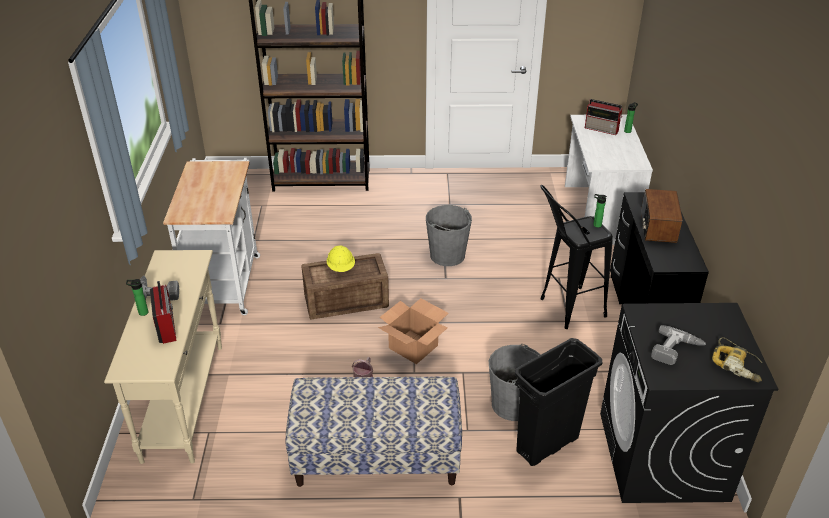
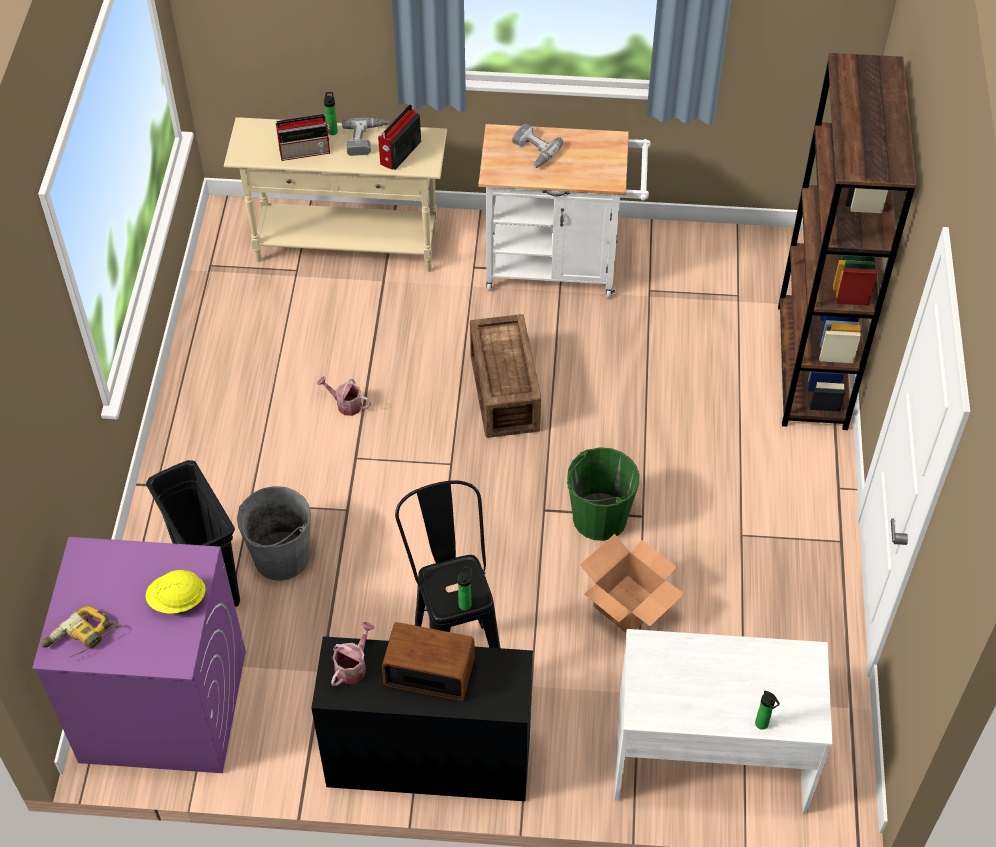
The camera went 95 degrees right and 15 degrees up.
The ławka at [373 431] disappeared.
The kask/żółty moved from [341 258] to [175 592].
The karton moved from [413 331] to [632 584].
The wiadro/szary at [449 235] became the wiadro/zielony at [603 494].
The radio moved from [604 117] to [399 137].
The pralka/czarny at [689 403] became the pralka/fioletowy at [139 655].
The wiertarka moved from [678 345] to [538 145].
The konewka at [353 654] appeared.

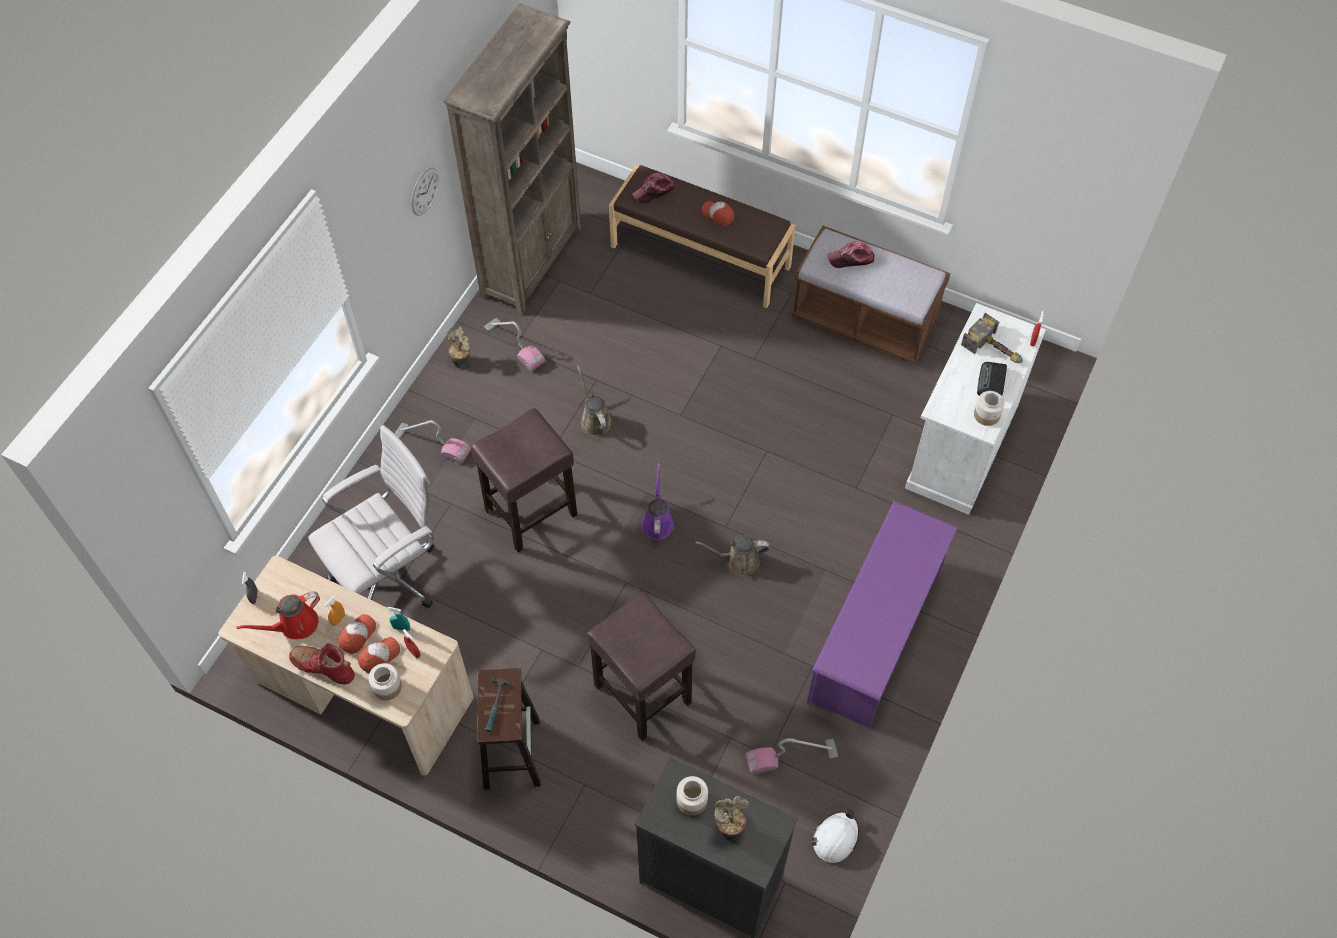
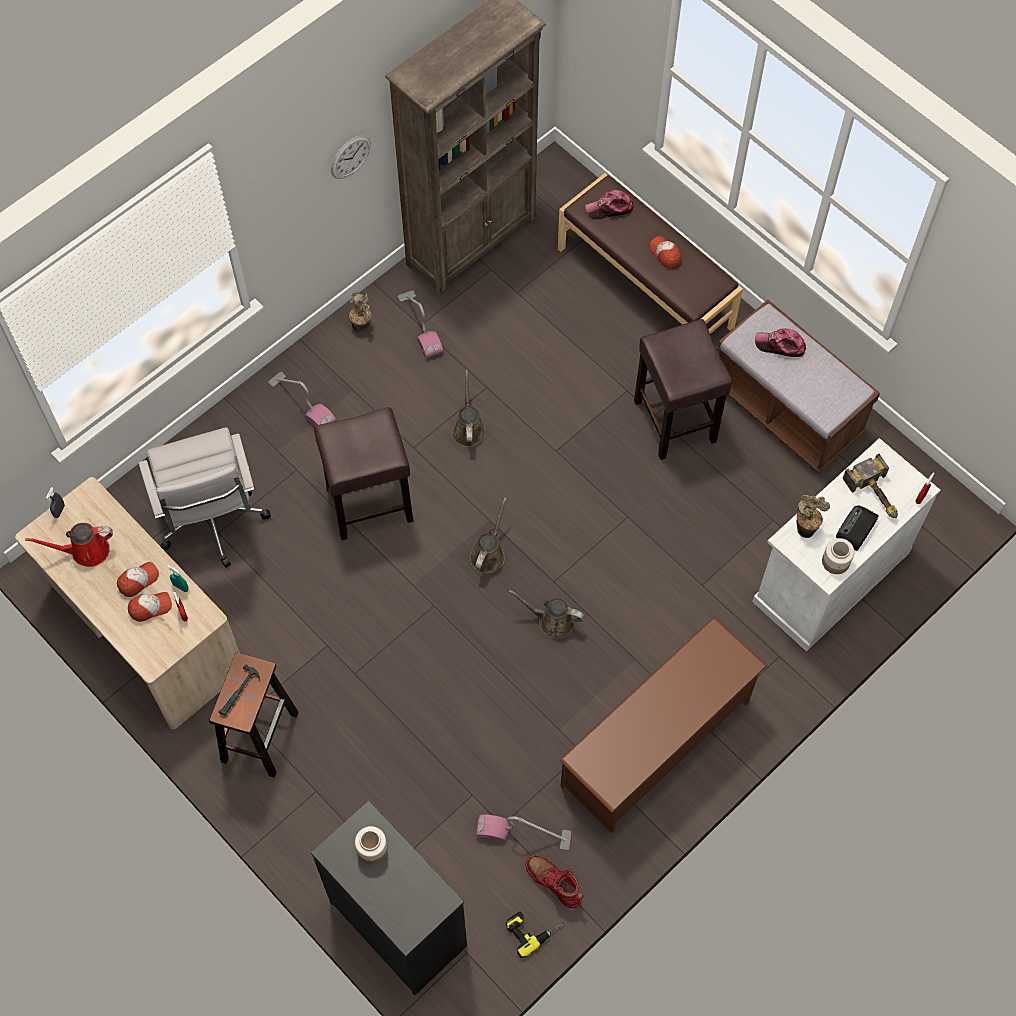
The camera went 20 degrees right and 5 degrees up.
The but z cholewką/czerwony moved from [322 664] to [554 882].
The krzesło biurowe/biały at [371 516] turned 90 degrees clockwise.
The spryskiwacz/pomarańczowy at [335 611] disappeared.
The słoik at [385 681] disappeared.
The stołek/brązowy moved from [641 666] to [683 389].
The konewka/fioletowy at [657 501] became the konewka/brązowy at [488 535].
The roślina doniczkowa moved from [731 818] to [813 516].
The regał na buty/fioletowy at [882 614] became the regał na buty/brązowy at [663 725].
The kask/biały at [835 836] was replaced by the wiertarka at [535 934].

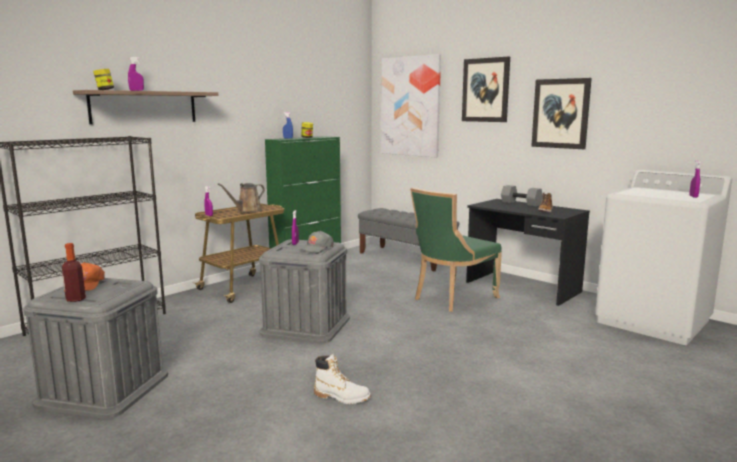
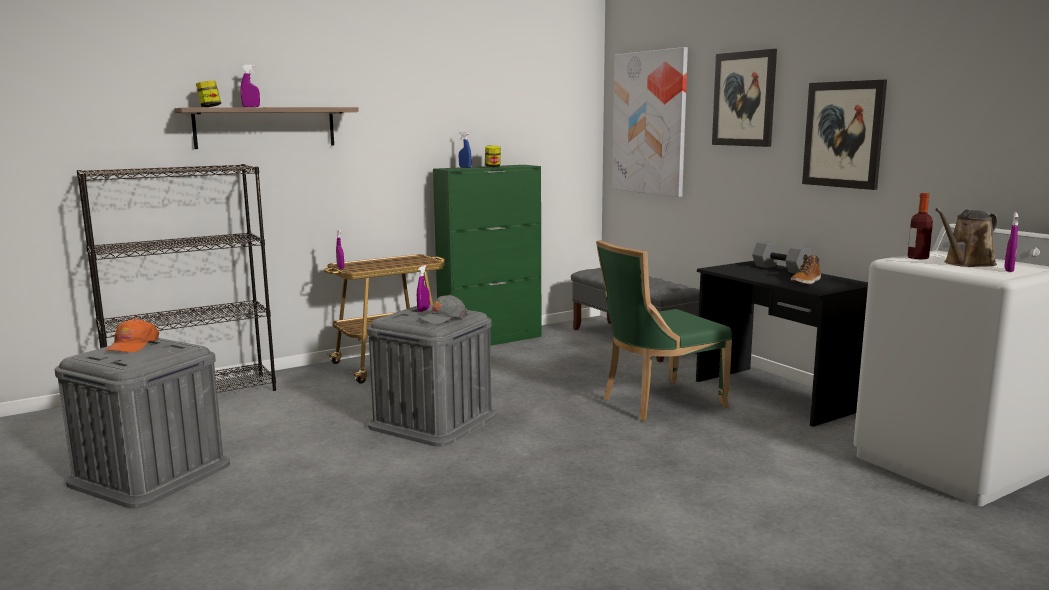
The camera went 15 degrees right and 0 degrees up.
The butelka moved from [74 272] to [920 226].
The konewka/brązowy moved from [241 198] to [966 237].
The but z cholewką/biały at [342 379] disappeared.

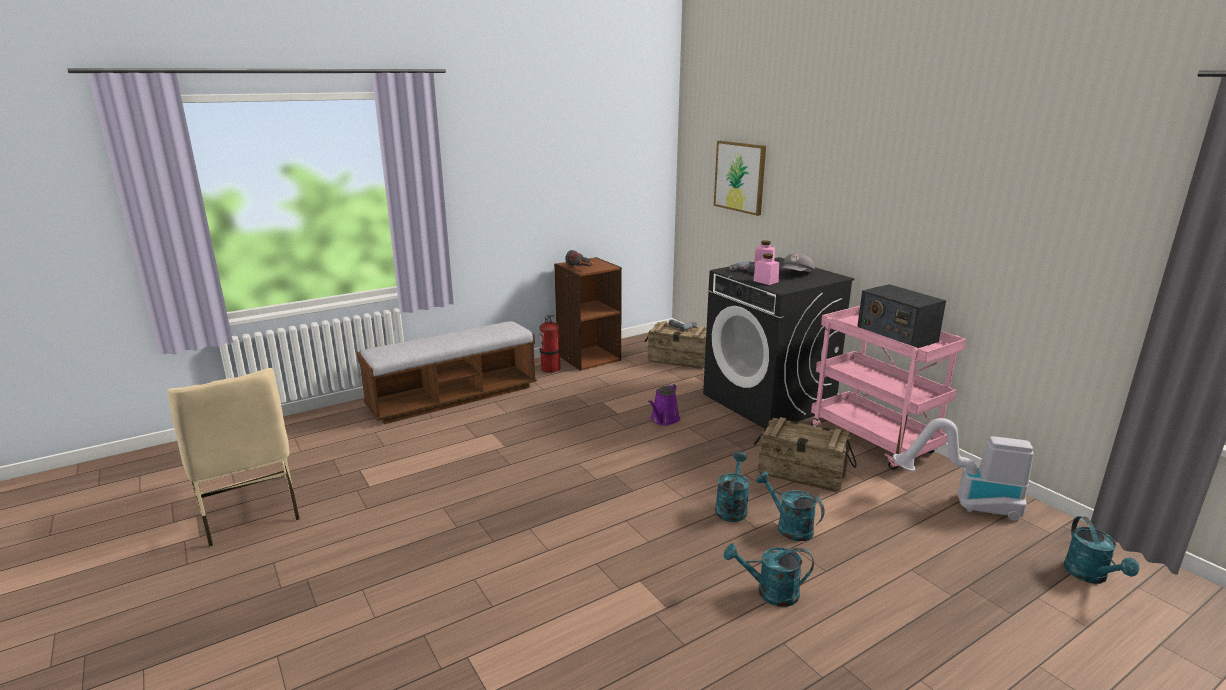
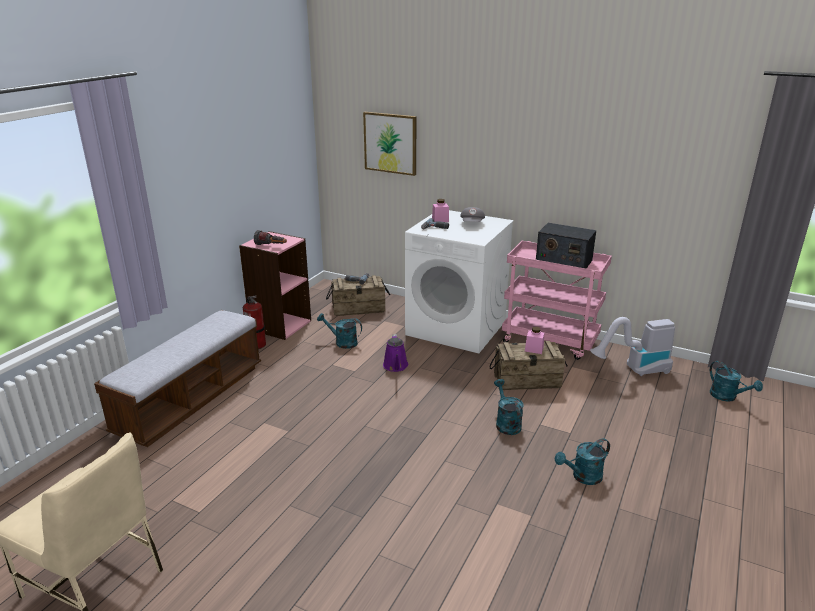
The camera went 30 degrees left and 5 degrees up.
The regał/brązowy at [588 314] became the regał/różowy at [275 285].
The pralka/czarny at [779 343] became the pralka/biały at [459 282].
The słoik/różowy moved from [766 269] to [534 340].
The konewka/turkusowy moved from [790 506] to [339 331].

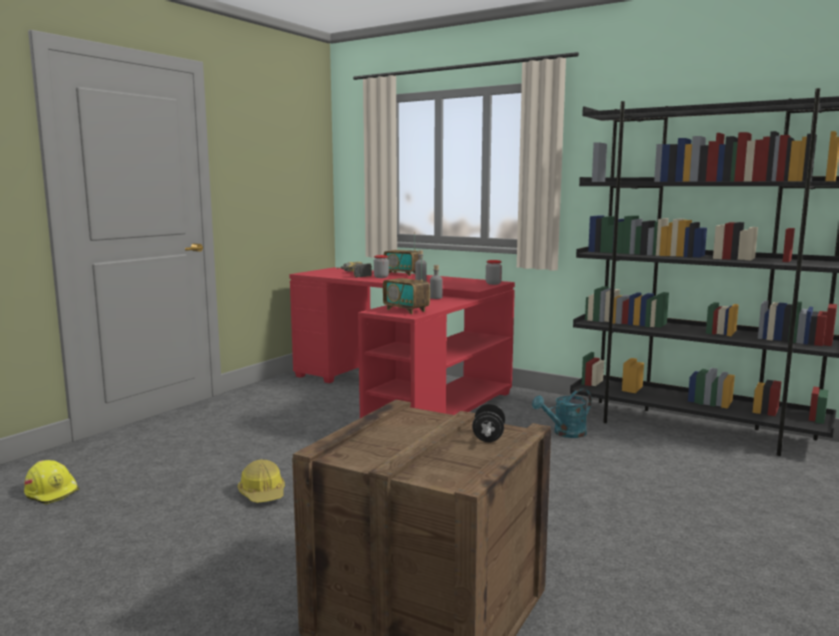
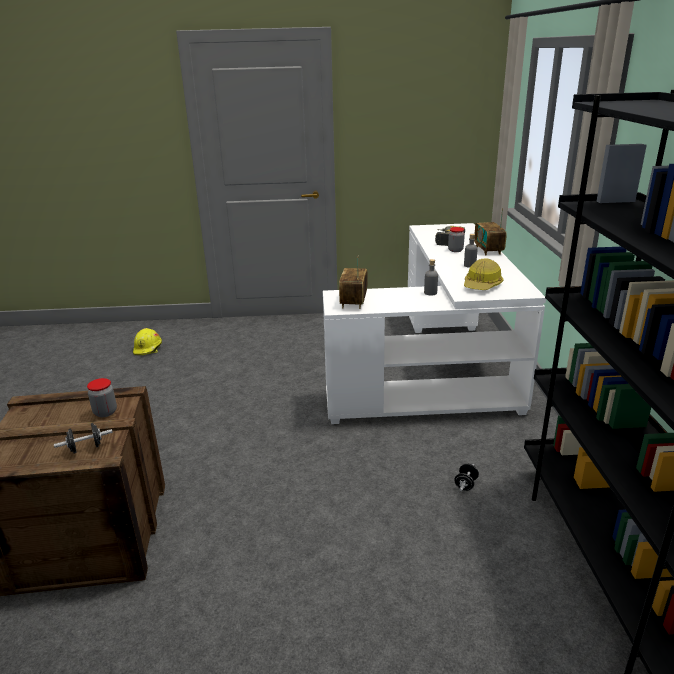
The camera went 55 degrees right and 15 degrees up.
The kask moved from [261 481] to [484 274].
The biurko/czerwony at [402 342] became the biurko/biały at [434 323].
The słoik moved from [494 272] to [102 397].
The konewka/turkusowy at [562 413] was replaced by the hantel/czarny at [466 477].

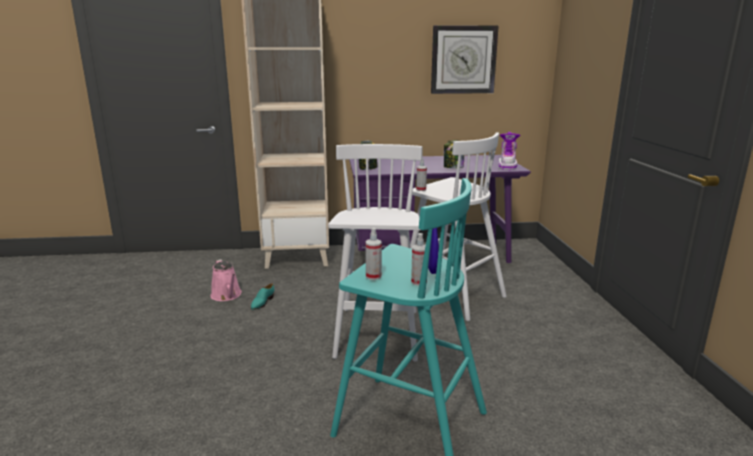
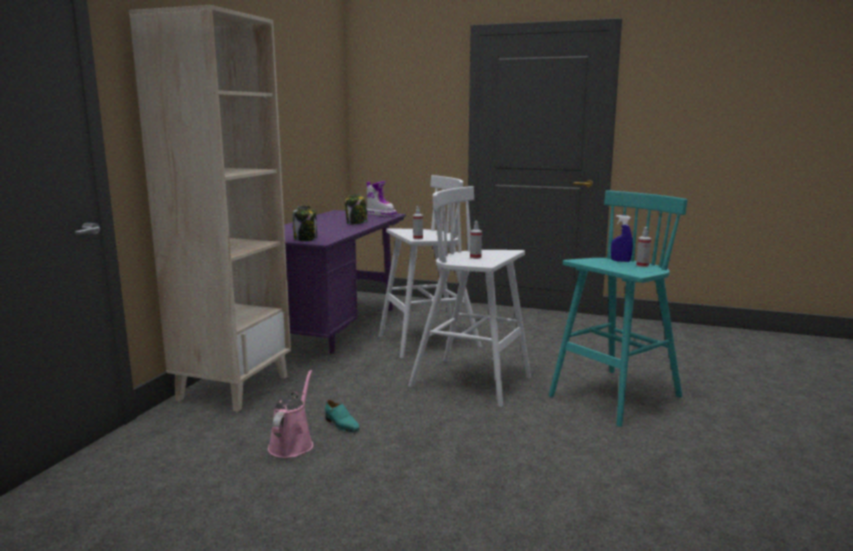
The camera went 65 degrees left and 5 degrees down.
The konewka/różowy at [226 280] turned 75 degrees counterclockwise.
The spryskiwacz moved from [373 253] to [476 240].
The zegar ścienny at [465 59] disappeared.

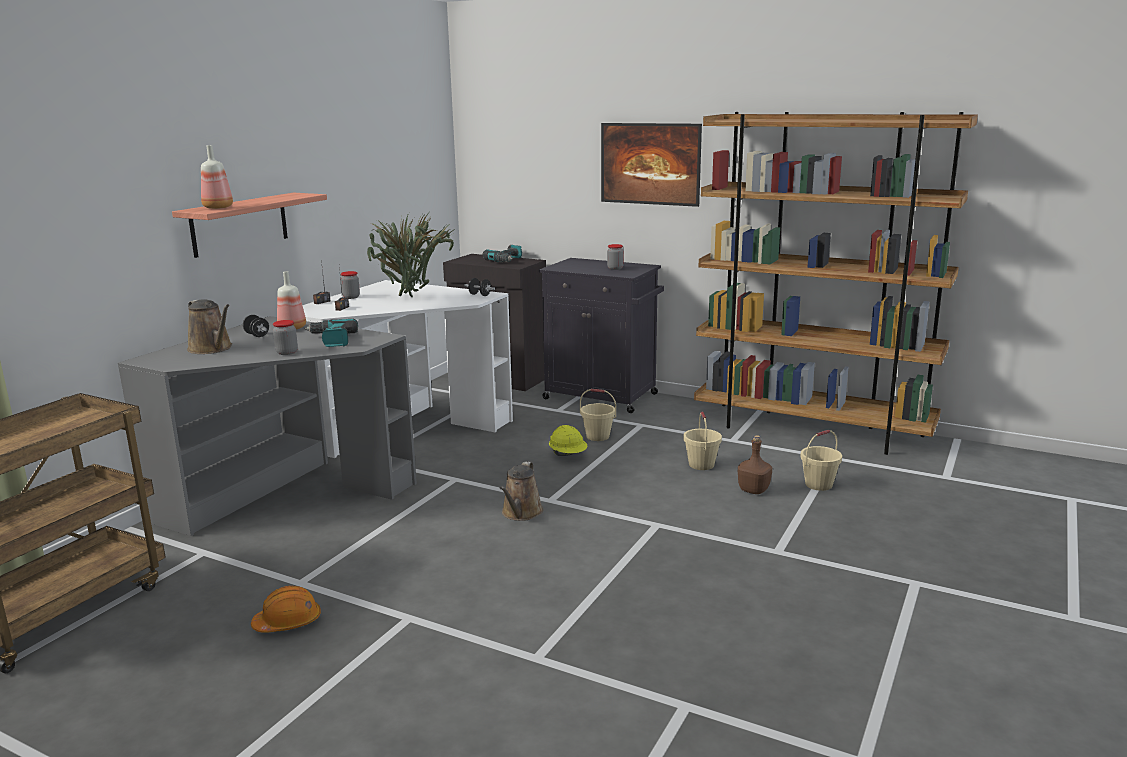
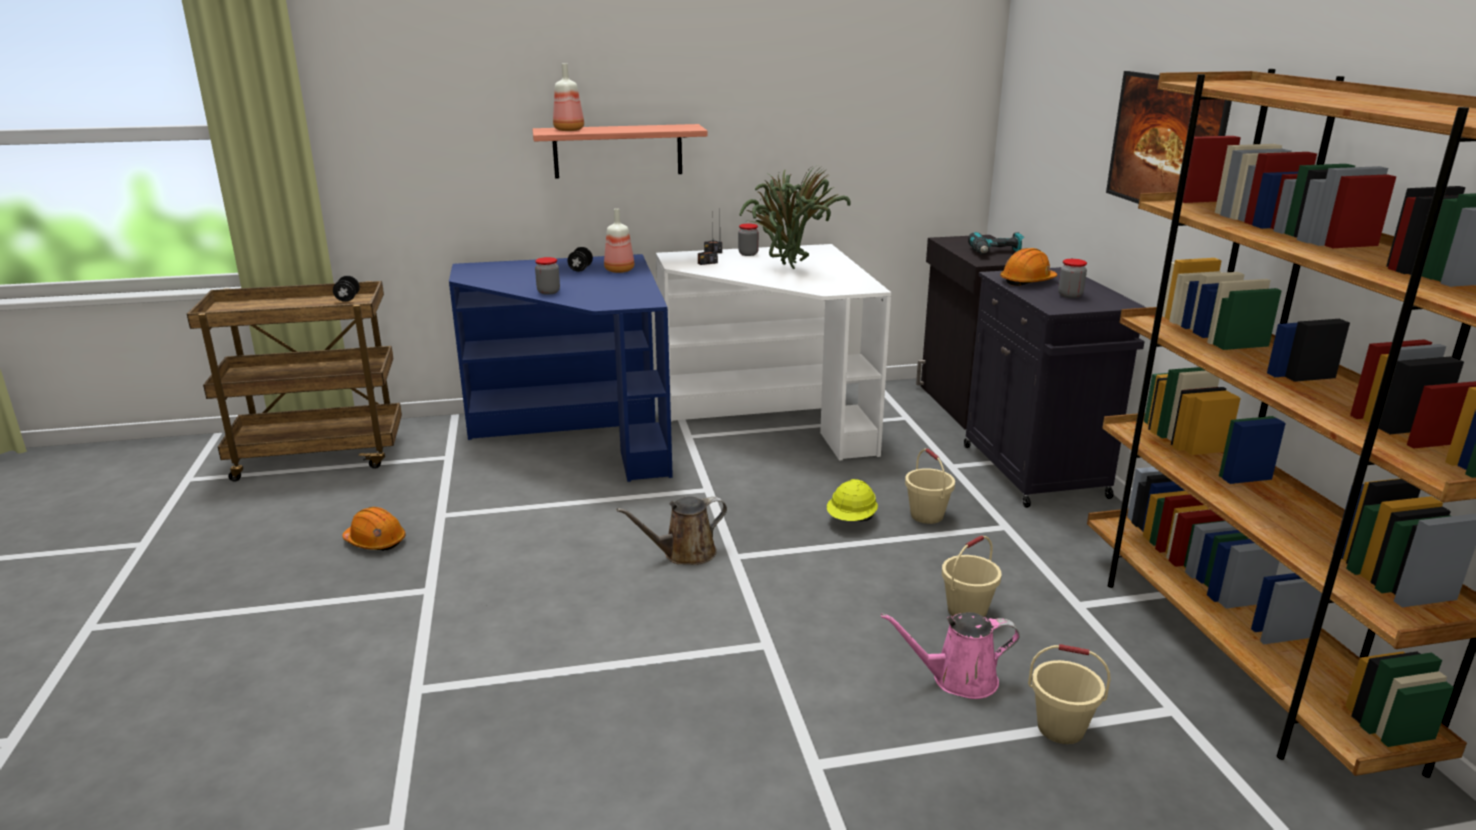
The camera went 50 degrees right and 5 degrees up.
The biurko/szary at [267 426] became the biurko/niebieski at [561 368].
The konewka/brązowy at [209 326] disappeared.
The wiertarka at [331 333] disappeared.
The hantel/czarny moved from [479 287] to [346 289].
The butelka/brązowy at [755 464] was replaced by the konewka/różowy at [950 655].
The kask/pomarańczowy at [1028 267] appeared.

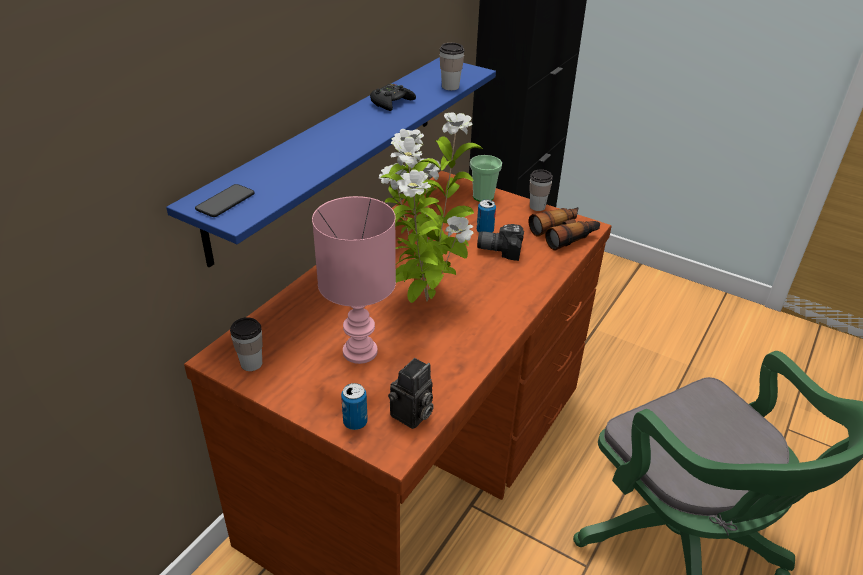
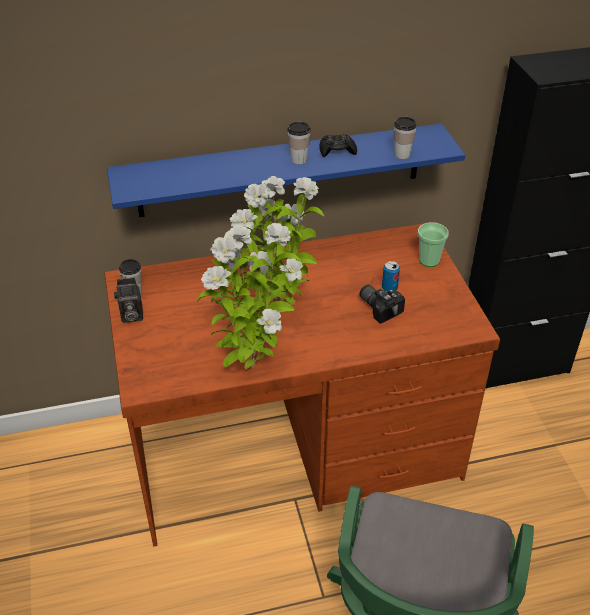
The camera went 45 degrees right and 5 degrees up.
The telefon at [225 200] disappeared.
The lampa stołowa/różowy at [354 280] disappeared.
The puszka at [354 406] disappeared.
The aparat fotograficzny moved from [411 393] to [128 300].
The lornetka at [564 229] disappeared.
The filiżanka moved from [541 190] to [299 143].
The roślina doniczkowa at [249 296] appeared.

